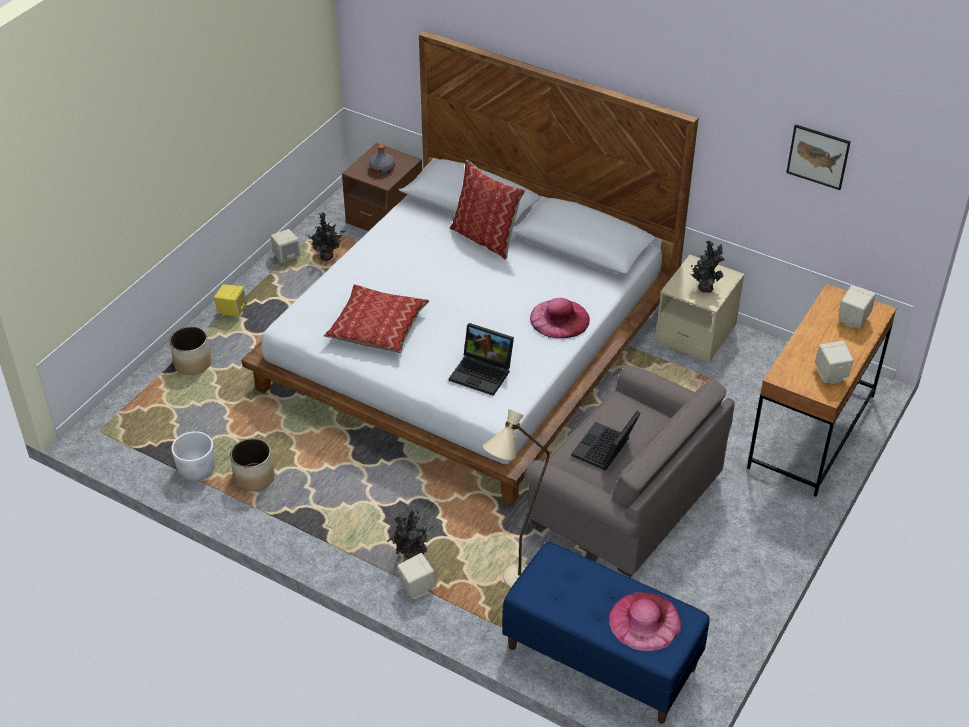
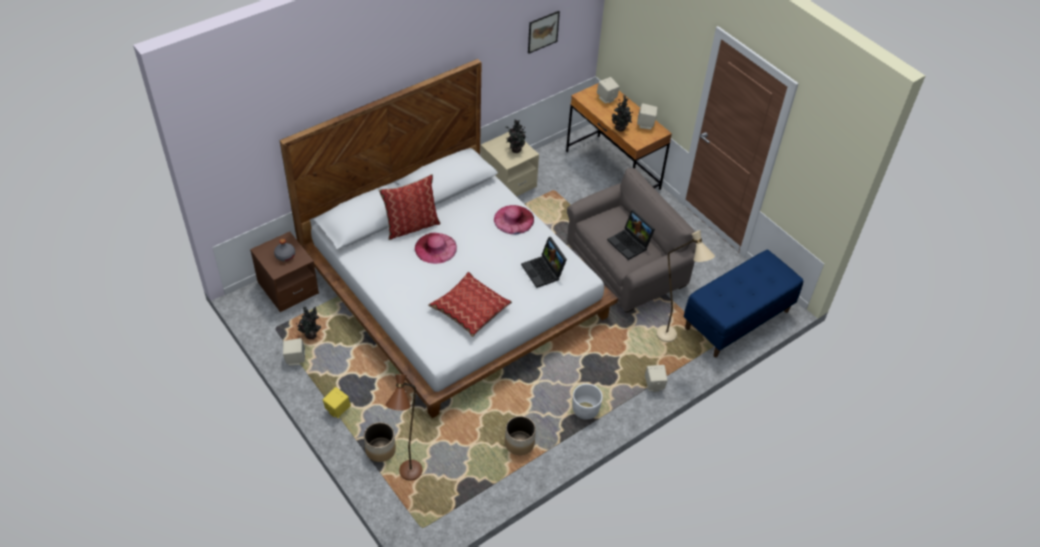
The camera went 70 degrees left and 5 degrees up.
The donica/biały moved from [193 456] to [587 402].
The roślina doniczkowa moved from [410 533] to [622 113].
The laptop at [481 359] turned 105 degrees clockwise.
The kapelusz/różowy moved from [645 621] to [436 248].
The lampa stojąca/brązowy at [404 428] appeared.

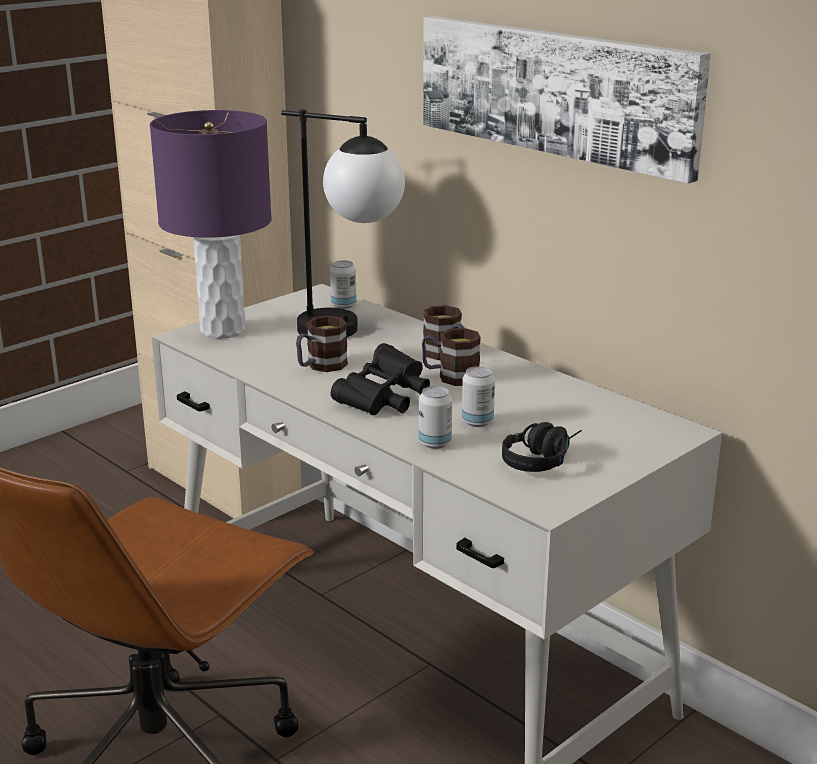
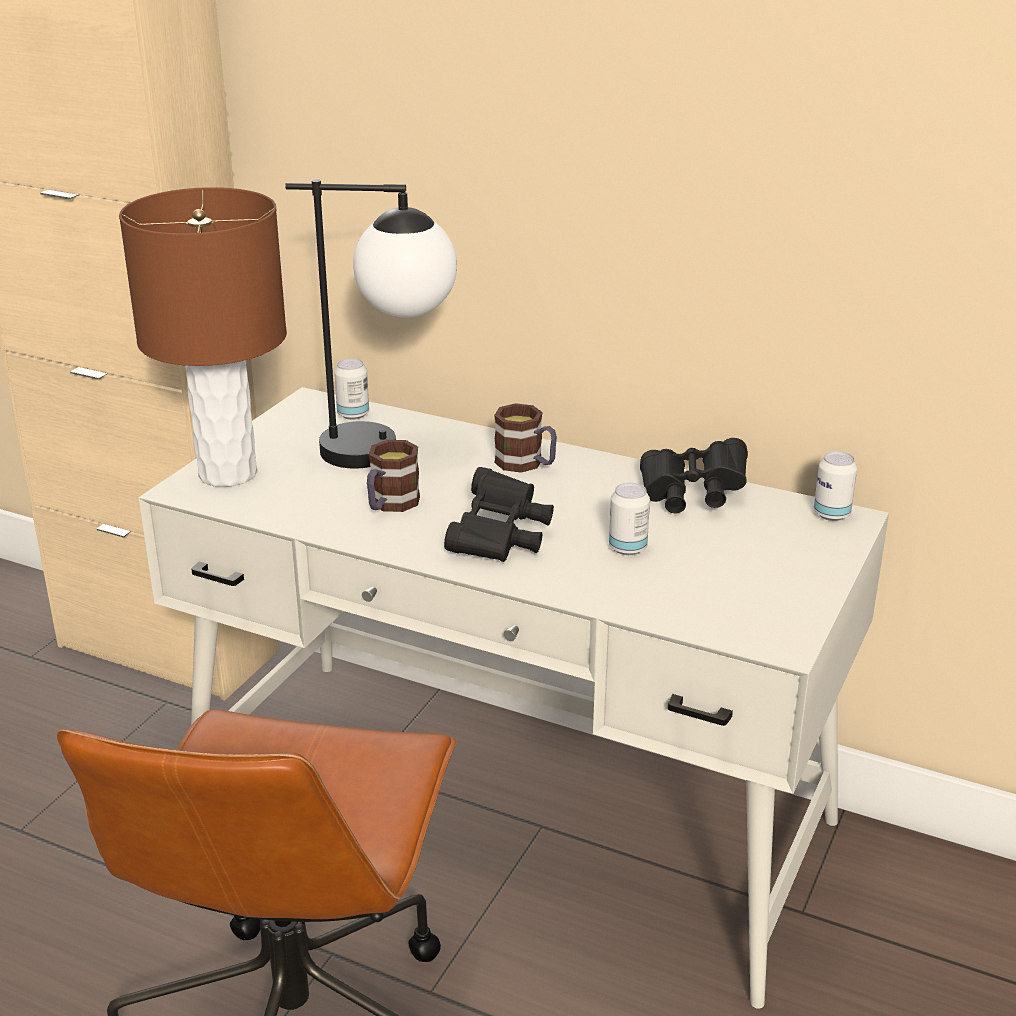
The camera went 20 degrees left and 5 degrees up.
The lampa stołowa/fioletowy at [211 224] became the lampa stołowa/brązowy at [203 337].
The puszka moved from [435 417] to [835 486].
The kubek at [451 357] disappeared.
The obraz at [567 100] disappeared.
The słuchawki/czarny at [542 447] disappeared.
The lornetka/czarny at [694 475] appeared.

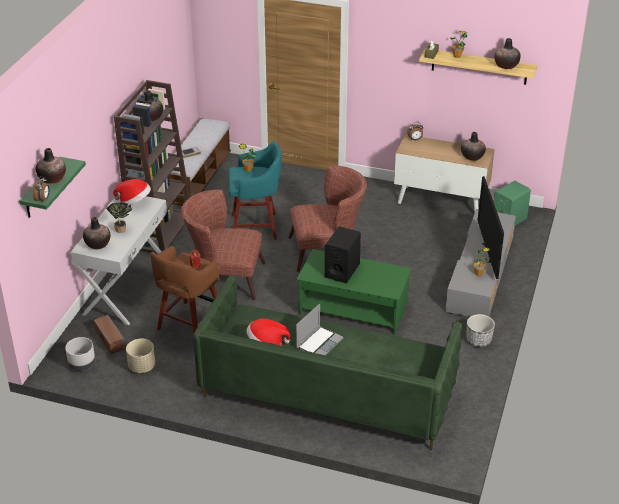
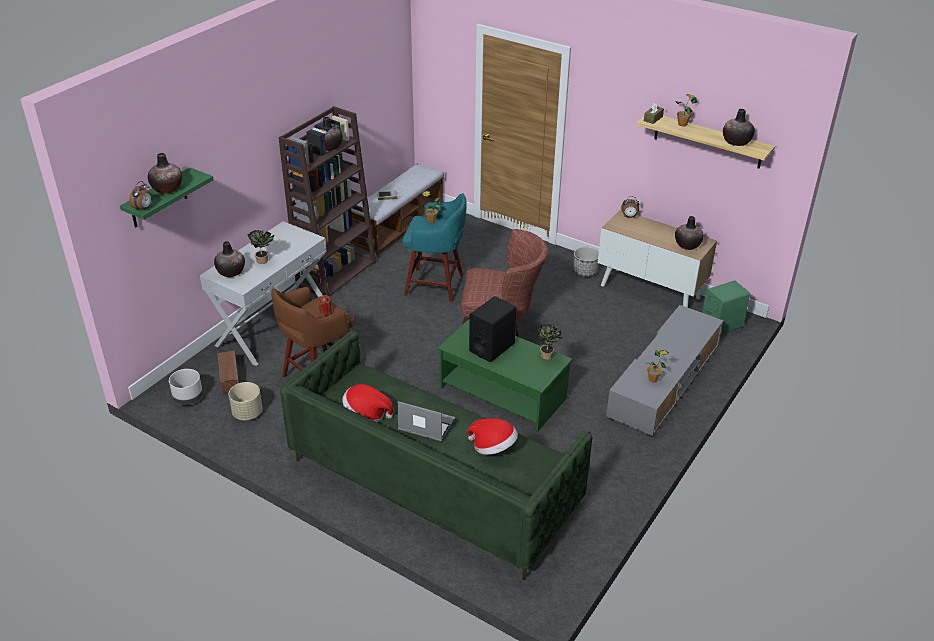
The camera went 15 degrees right and 0 degrees up.
The kapelusz moved from [132 192] to [492 436].
The fotel/brązowy at [223 244] disappeared.
The laptop at [319 329] turned 120 degrees counterclockwise.
The donica moved from [480 330] to [586 262].
The telewizor at [490 227] disappeared.
The roślina doniczkowa at [550 342] appeared.

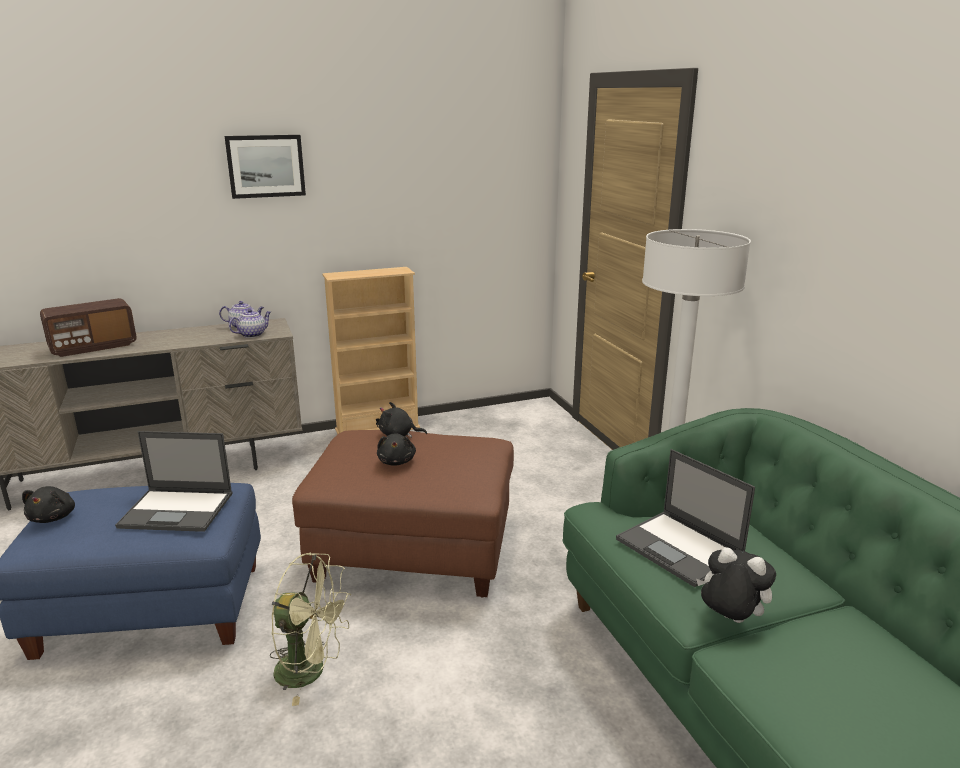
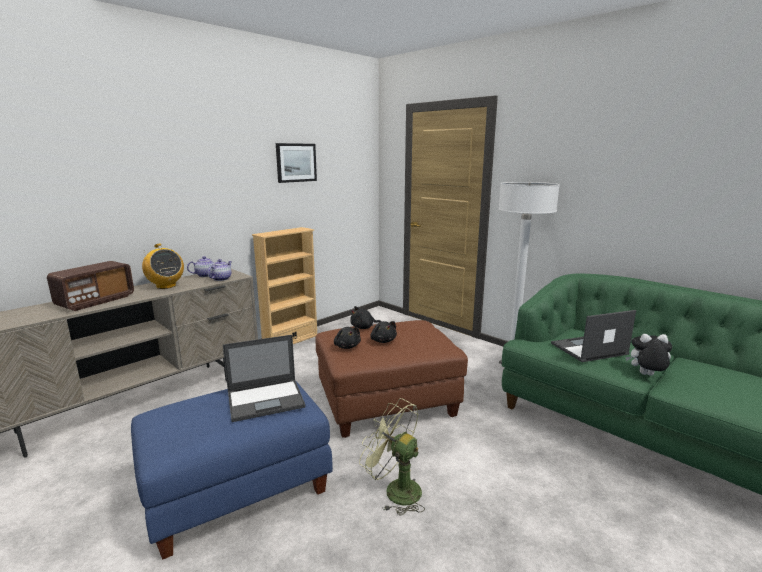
The camera went 25 degrees left and 5 degrees down.
The pluszak/czarny moved from [48 504] to [347 338].
The obraz moved from [265 167] to [296 163].
The wentylator/zielony at [310 629] turned 135 degrees counterclockwise.
The laptop at [685 518] turned 135 degrees clockwise.
The radio at [163 266] appeared.

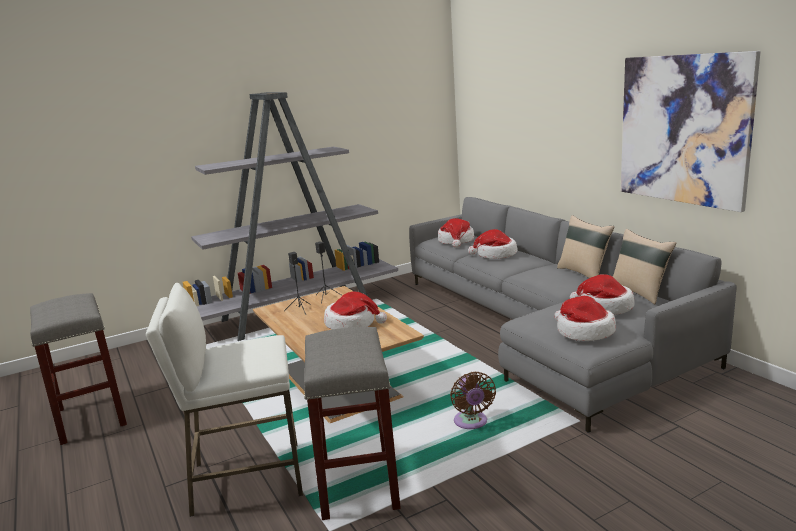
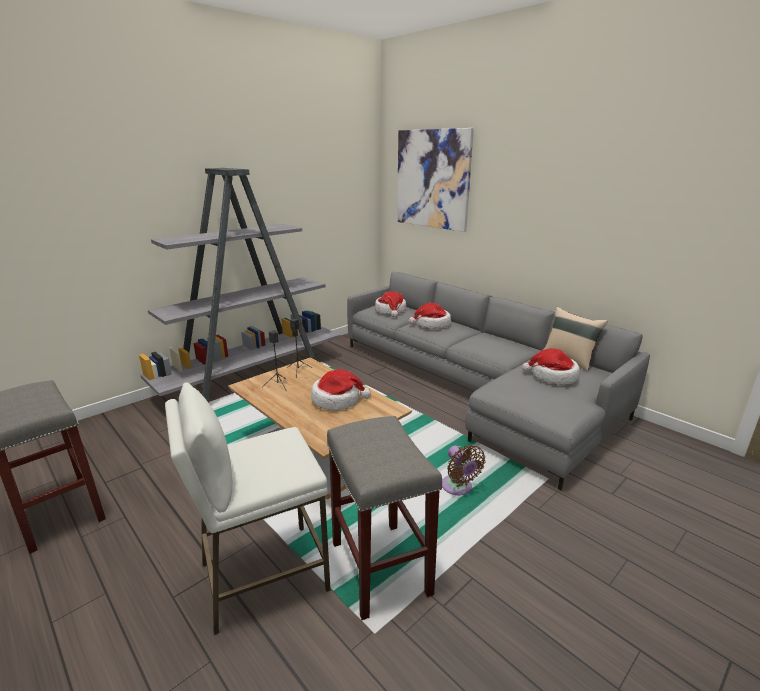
The camera went 15 degrees left and 5 degrees up.
The kapelusz at [585 318] disappeared.
The poduszka/beżowy at [585 246] disappeared.
The obraz moved from [691 131] to [435 180].

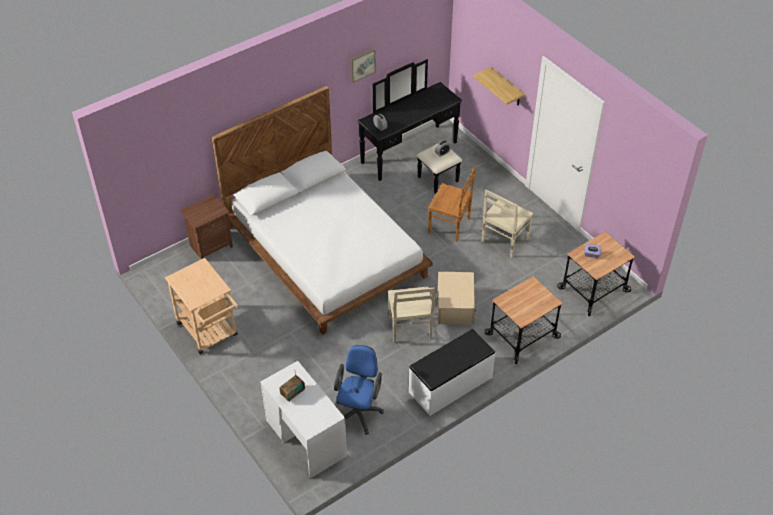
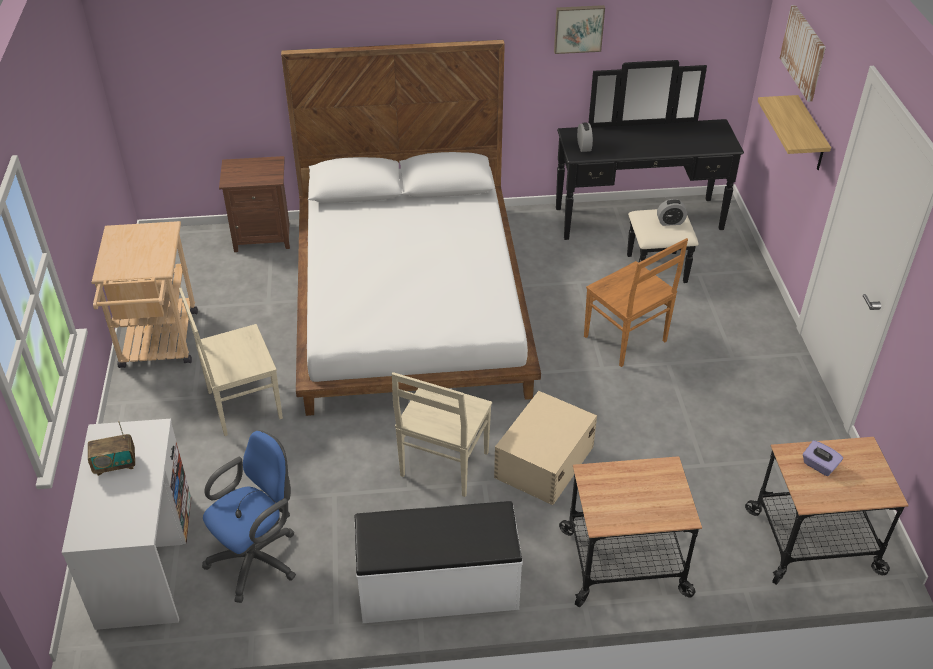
The camera went 30 degrees right and 5 degrees down.
The krzesło/beżowy moved from [507 224] to [231 362].
The obraz at [803 53] appeared.

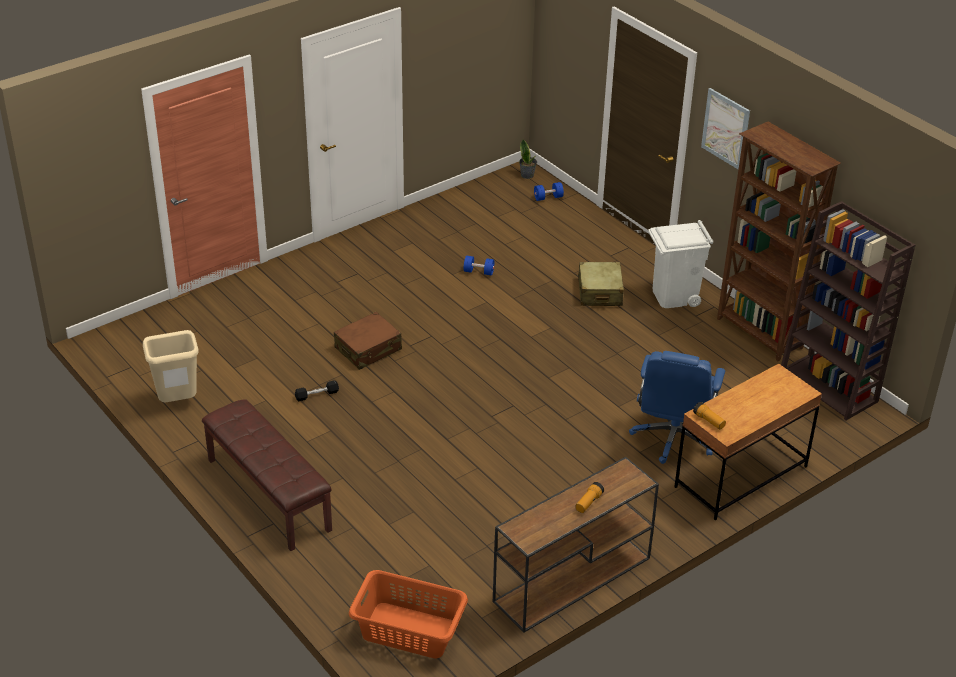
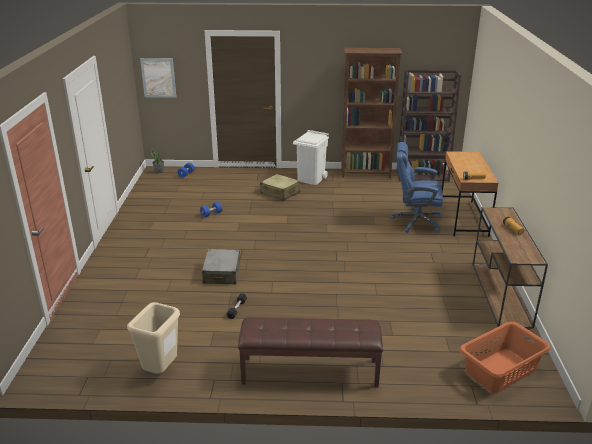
The camera went 50 degrees left and 10 degrees down.
The walizka/brązowy at [368 341] became the walizka/szary at [221 266].
The krzesło biurowe/niebieski at [677 407] turned 135 degrees clockwise.
The obraz moved from [725 128] to [158 78].

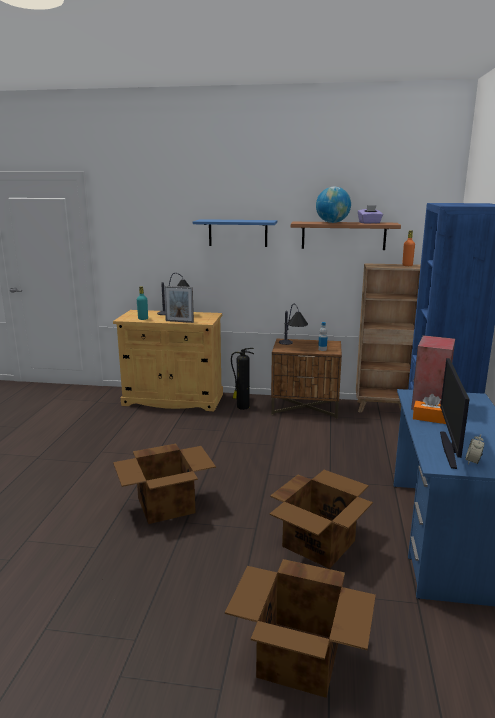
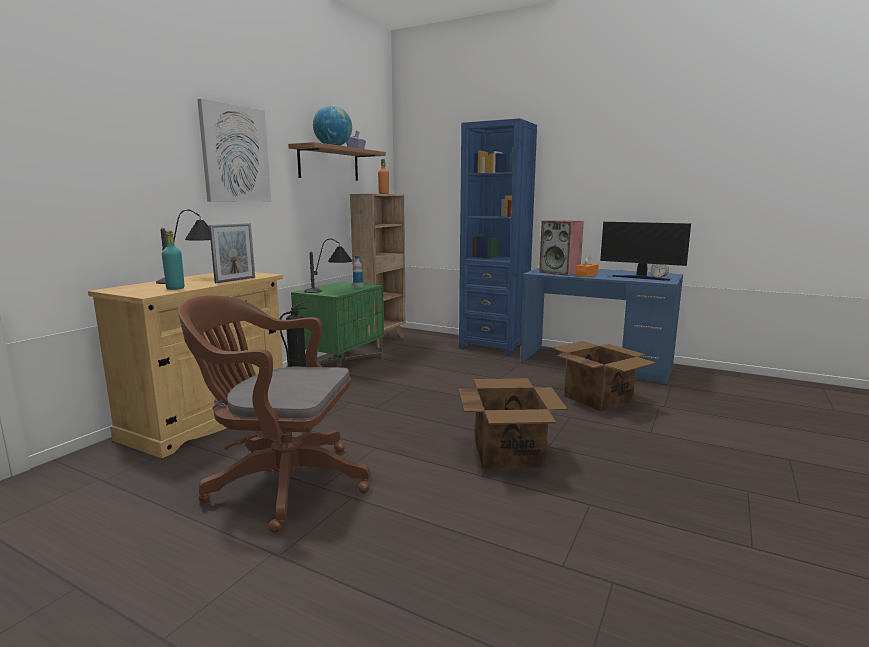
The camera went 70 degrees left and 5 degrees down.
The półka/niebieski at [235 233] was replaced by the obraz at [234 150].
The karton at [300 628] disappeared.
The szafka nocna/brązowy at [306 379] became the szafka nocna/zielony at [337 324].
The krzesło biurowe/brązowy at [274 414] appeared.

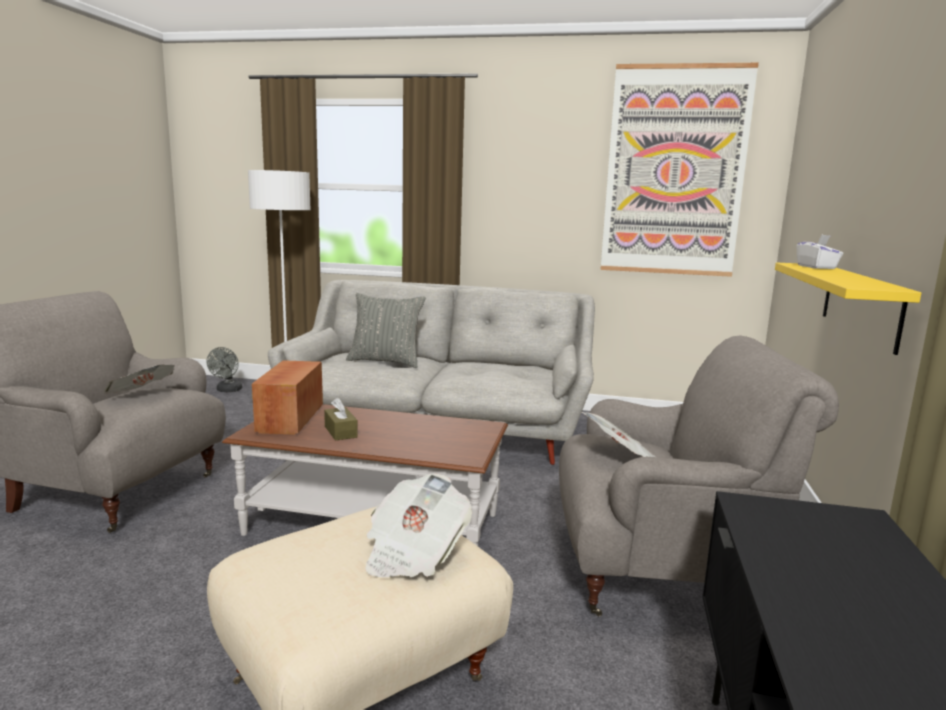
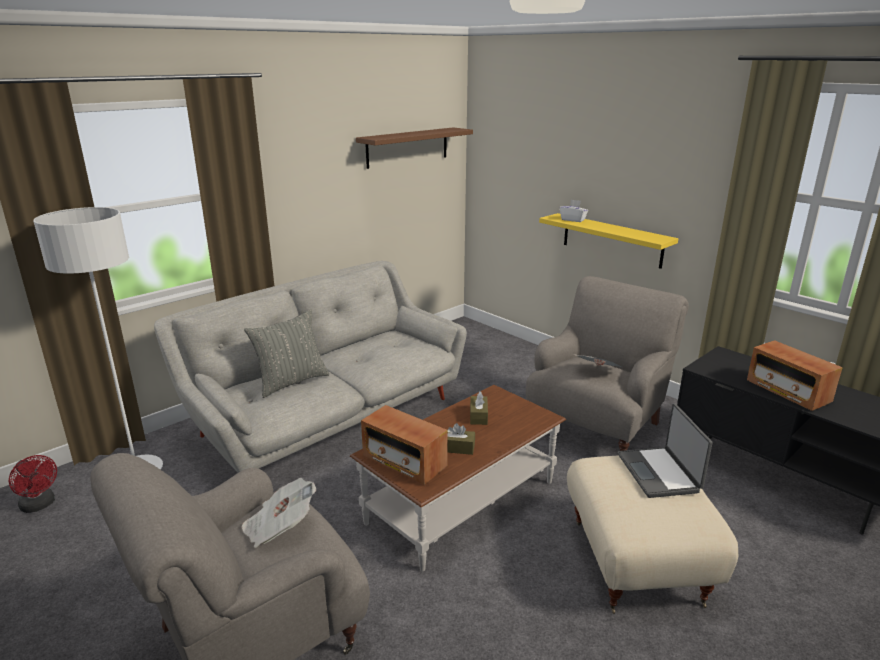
The camera went 55 degrees left and 10 degrees up.
The wentylator/szary at [224 369] became the wentylator/czerwony at [33 484].
The gazeta at [418 525] was replaced by the laptop at [665 451].
The obraz at [679 170] was replaced by the półka/brązowy at [414 148].
The pudełko chusteczek/brązowy at [479 408] appeared.
The radio at [795 375] appeared.

